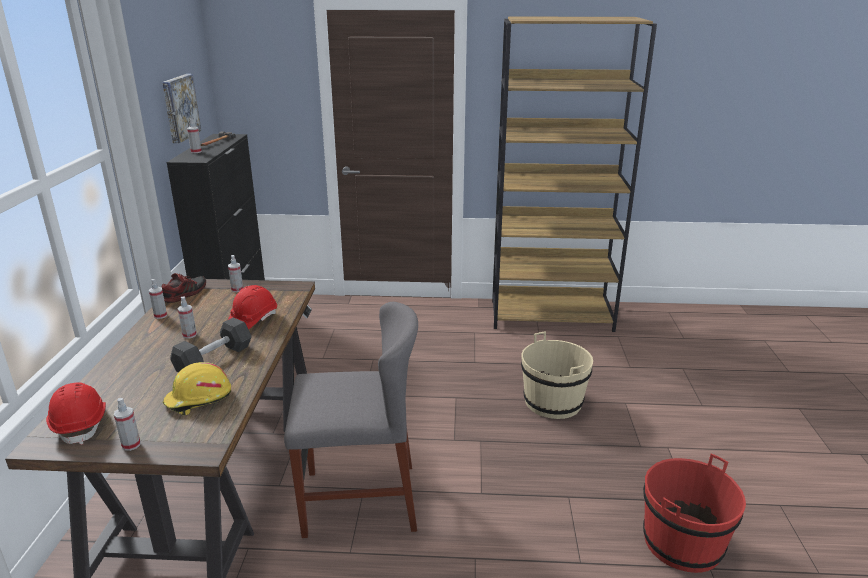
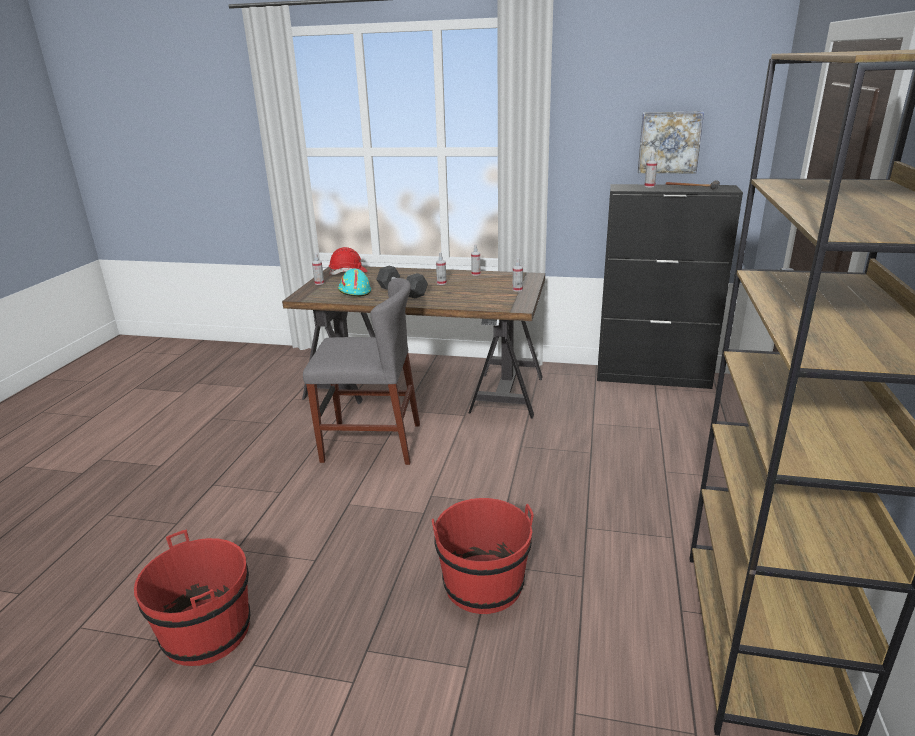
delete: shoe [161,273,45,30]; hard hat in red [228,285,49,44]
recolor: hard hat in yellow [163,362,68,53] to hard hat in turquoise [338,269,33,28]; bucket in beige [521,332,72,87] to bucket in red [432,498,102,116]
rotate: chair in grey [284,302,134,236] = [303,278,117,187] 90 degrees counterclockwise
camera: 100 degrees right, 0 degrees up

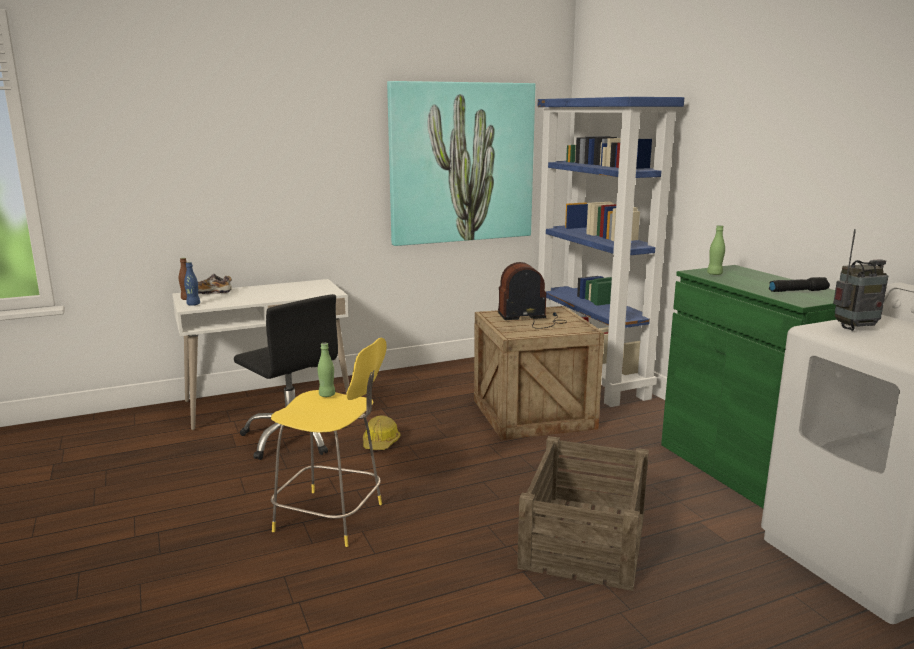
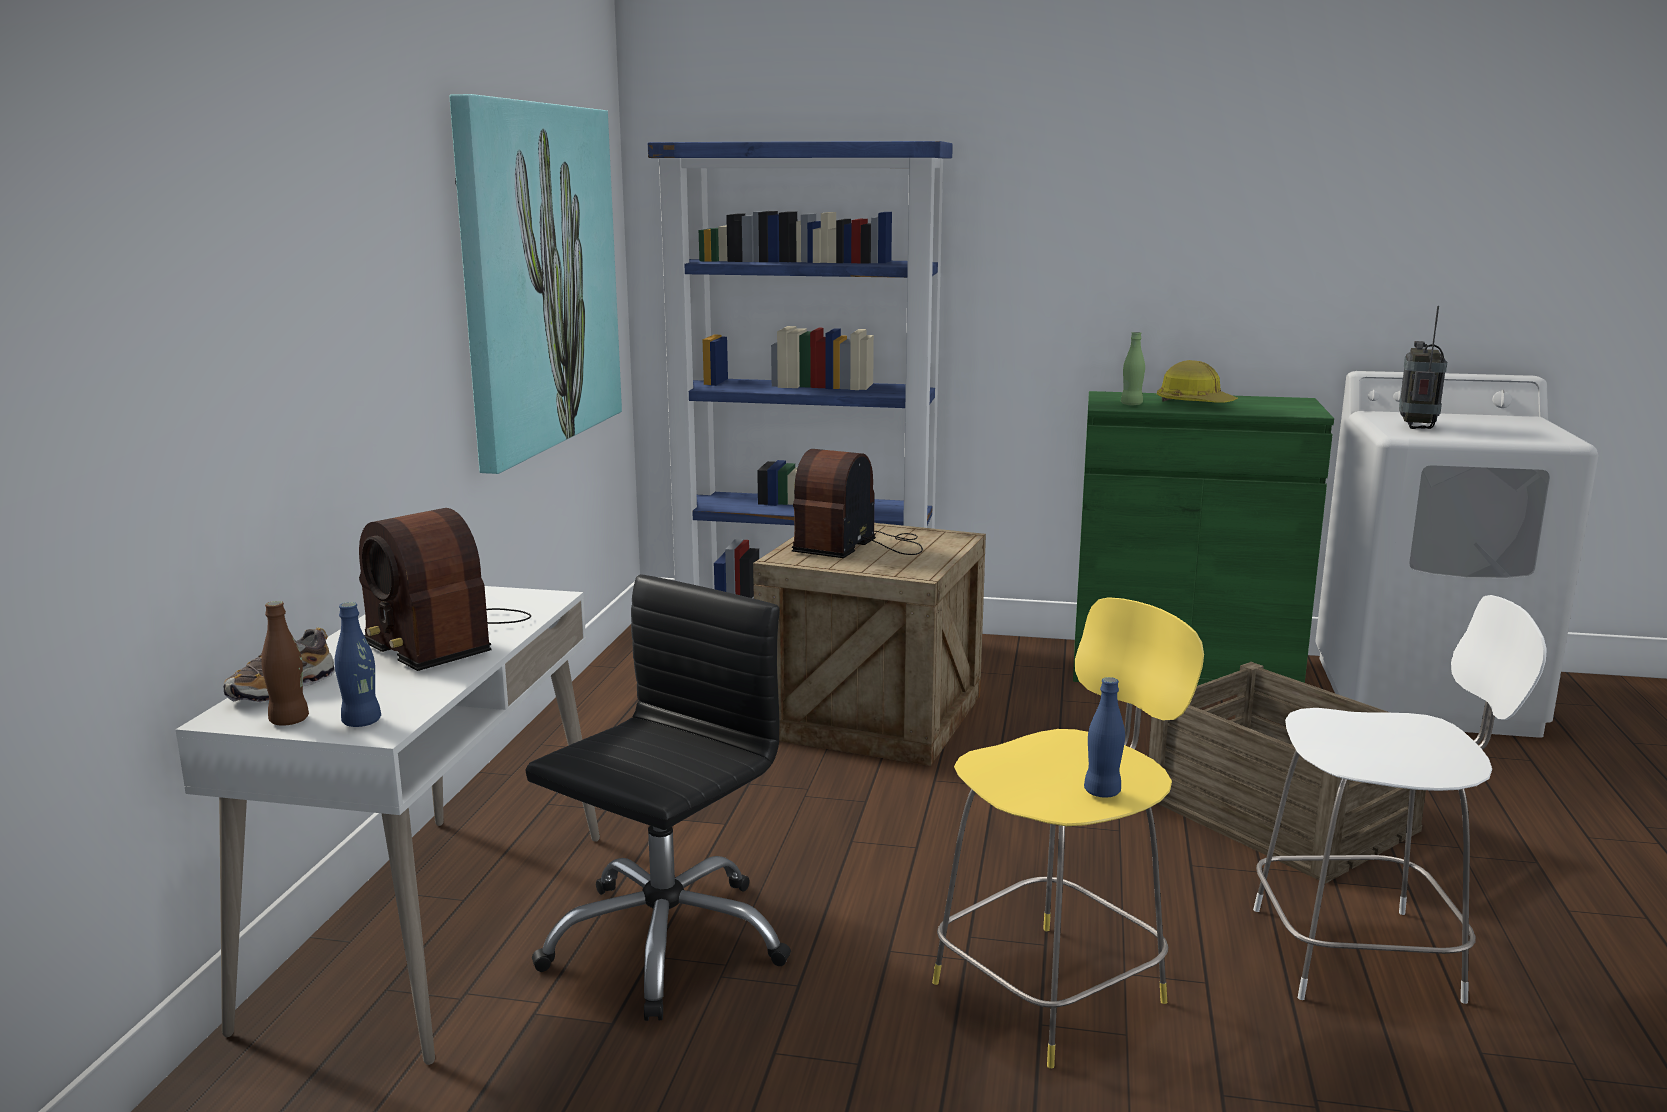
delete: bottle in green [318,343,17,54]; flashlight in black [769,277,61,15]
insert: radio [359,508,172,163]; bottle in blue [1084,677,41,121]; stool in white [1253,595,294,409]
move: hard hat [363,416,37,34] to [1157,360,81,43]
rotate: office chair in black [234,294,109,166] = [526,574,265,447] 45 degrees counterclockwise
camera: 55 degrees left, 0 degrees up

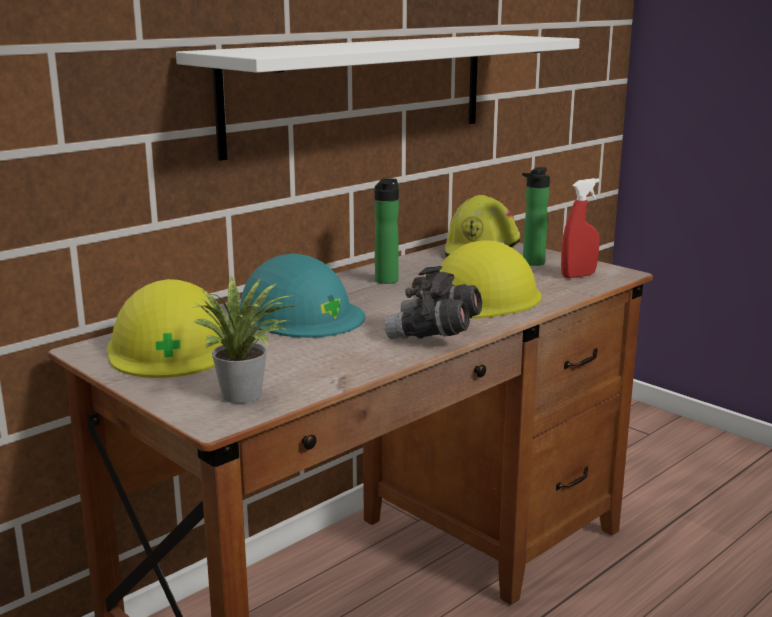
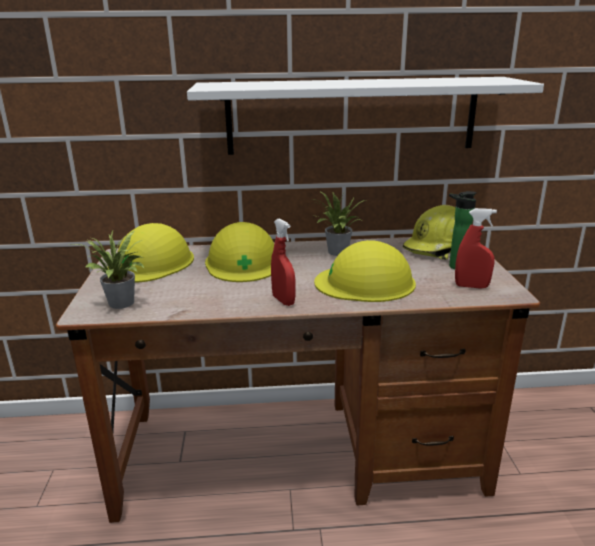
replace: bottle [375,178,24,106] to potted plant [309,191,56,65]; binoculars in grey [384,266,98,73] to spray bottle in red [271,218,24,88]
recolor: hard hat in turquoise [240,254,125,84] to hard hat in yellow [205,222,69,60]
camera: 40 degrees right, 5 degrees up

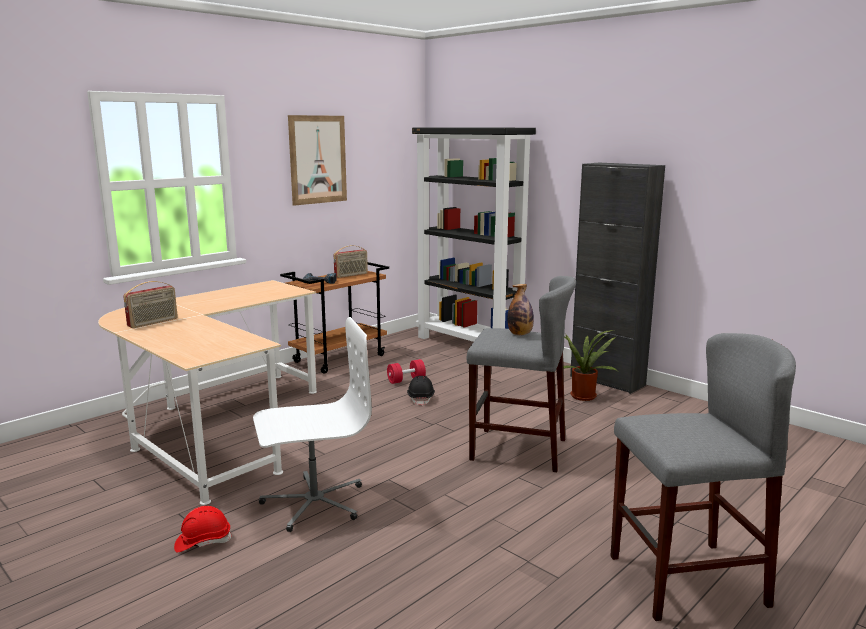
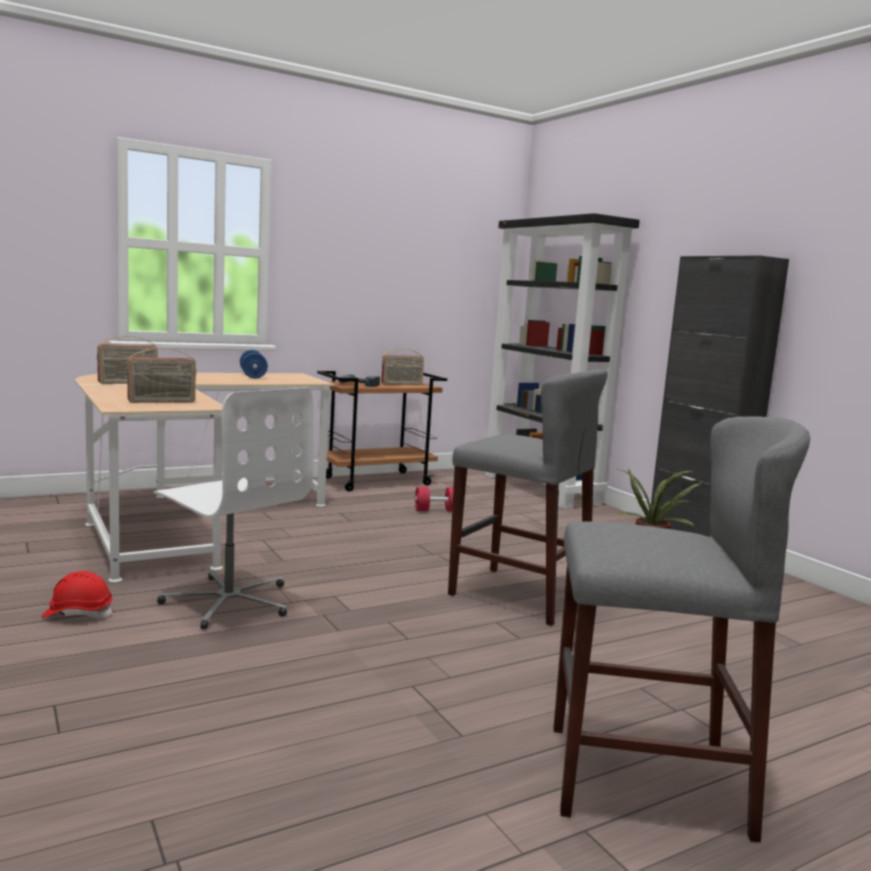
delete: picture [288,115,59,91]; hard hat in black [407,376,28,30]; bottle [508,284,26,51]
insert: radio [126,347,70,56]; dumbbell in blue [240,350,28,28]
rotate: office chair in white [253,317,119,215] = [154,388,160,241] 45 degrees clockwise
camera: 15 degrees right, 5 degrees down

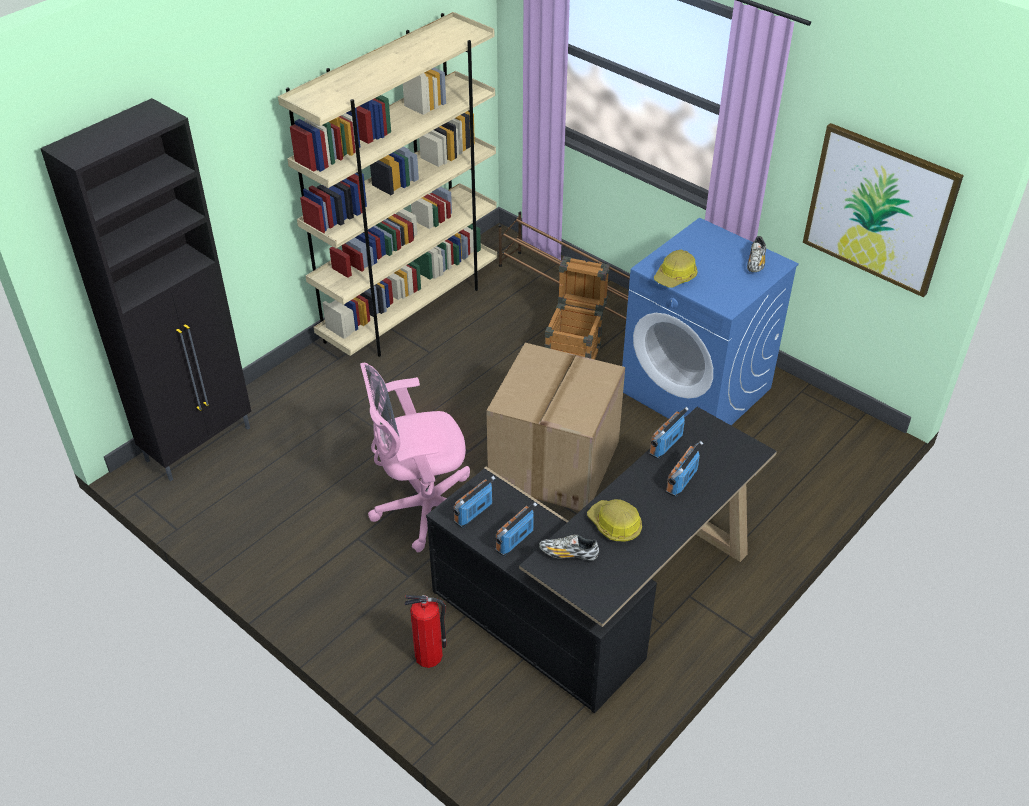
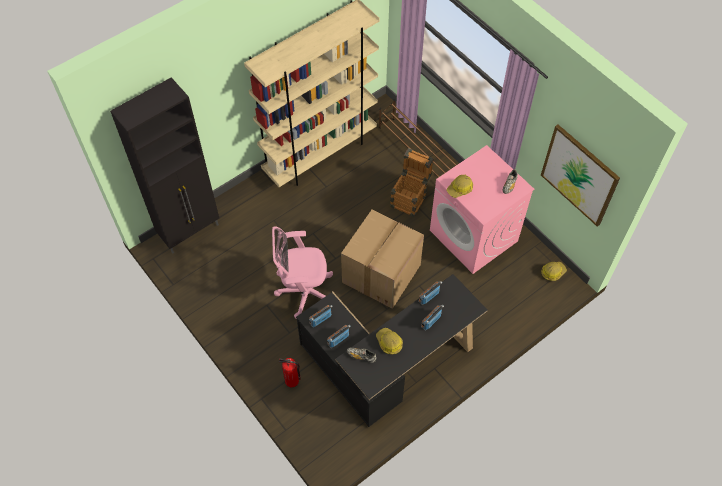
insert: hard hat [541,262,26,19]
recolor: washing machine in blue [622,217,177,208] to washing machine in pink [430,145,105,129]
camera: 10 degrees right, 15 degrees up

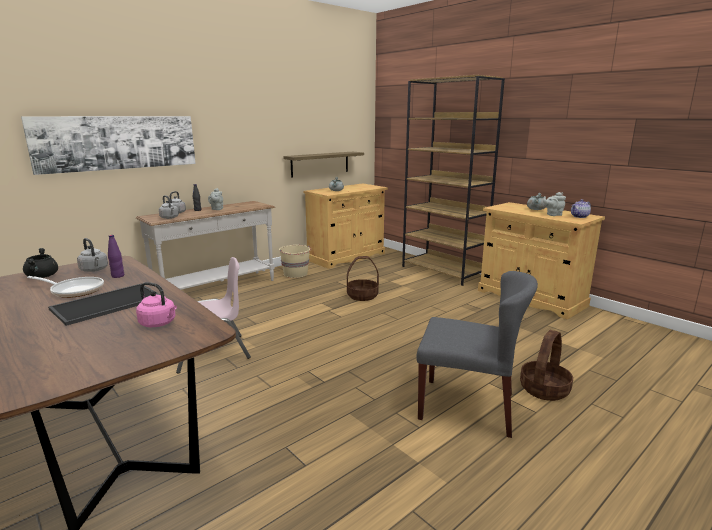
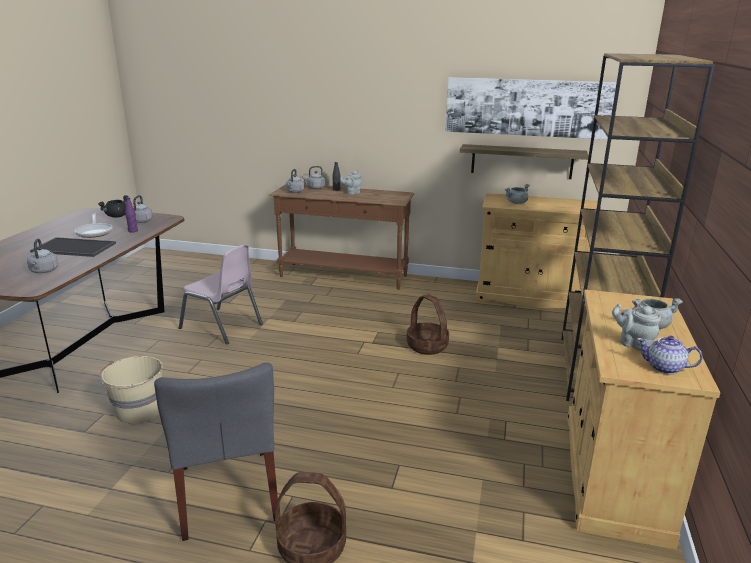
move: picture [21,116,175,59] to [445,77,172,63]; bucket in beige [279,245,32,33] to [99,356,64,68]
recolor: console table in white [136,201,139,89] to console table in brown [269,184,145,106]; kettle in pink [136,282,41,45] to kettle in grey [27,239,31,34]
camera: 55 degrees right, 5 degrees up

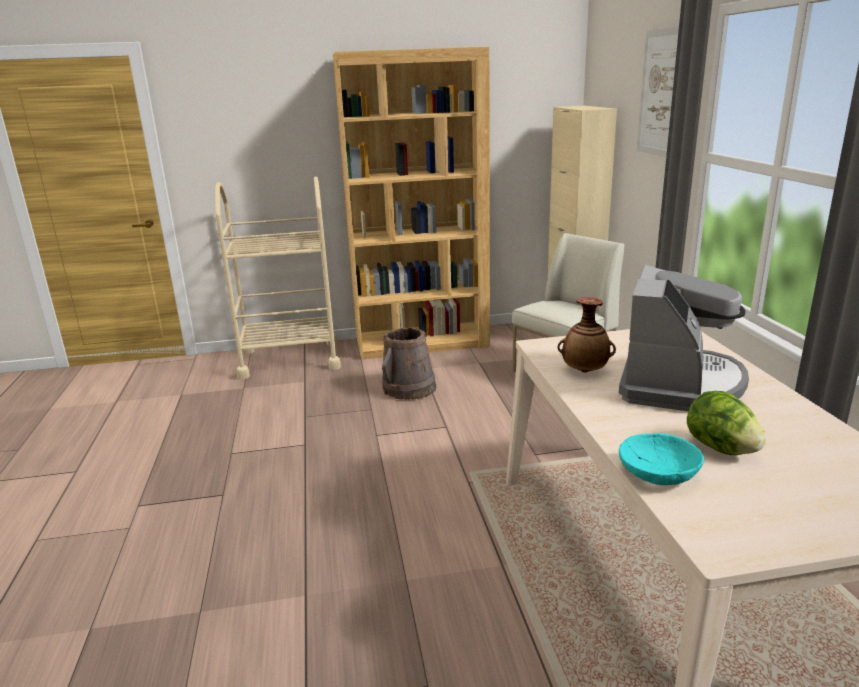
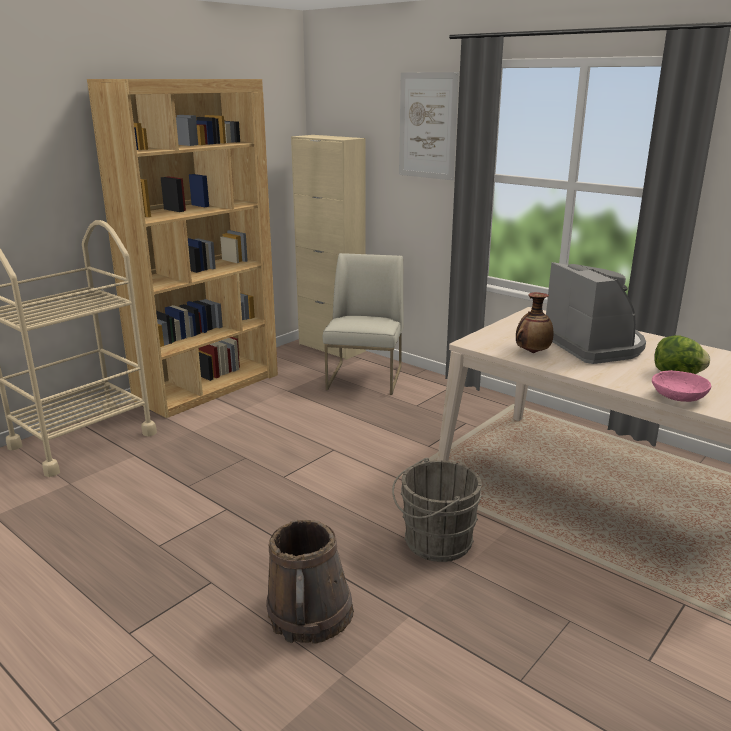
insert: bucket in grey [392,457,90,105]
move: bucket in brown [382,327,54,73] to [266,520,88,124]
recolor: bowl in turquoise [619,433,85,52] to bowl in pink [652,370,59,32]
camera: 40 degrees left, 0 degrees up

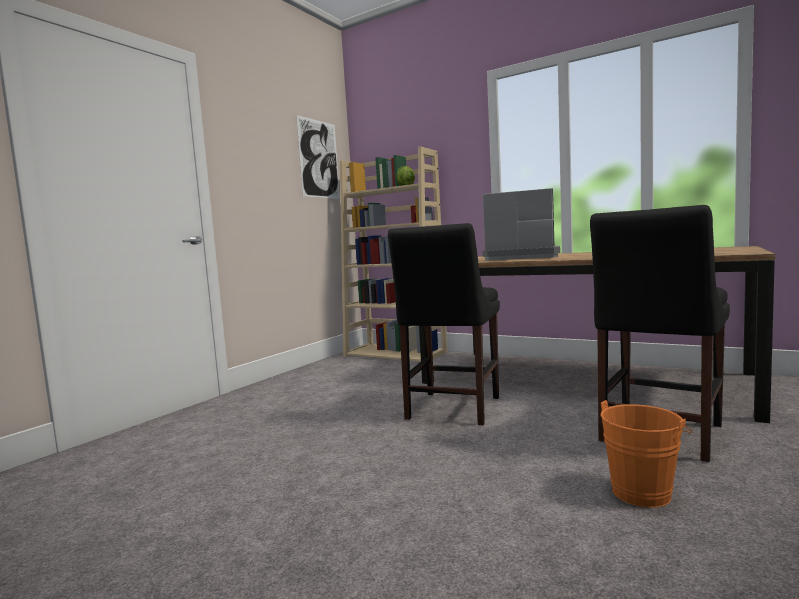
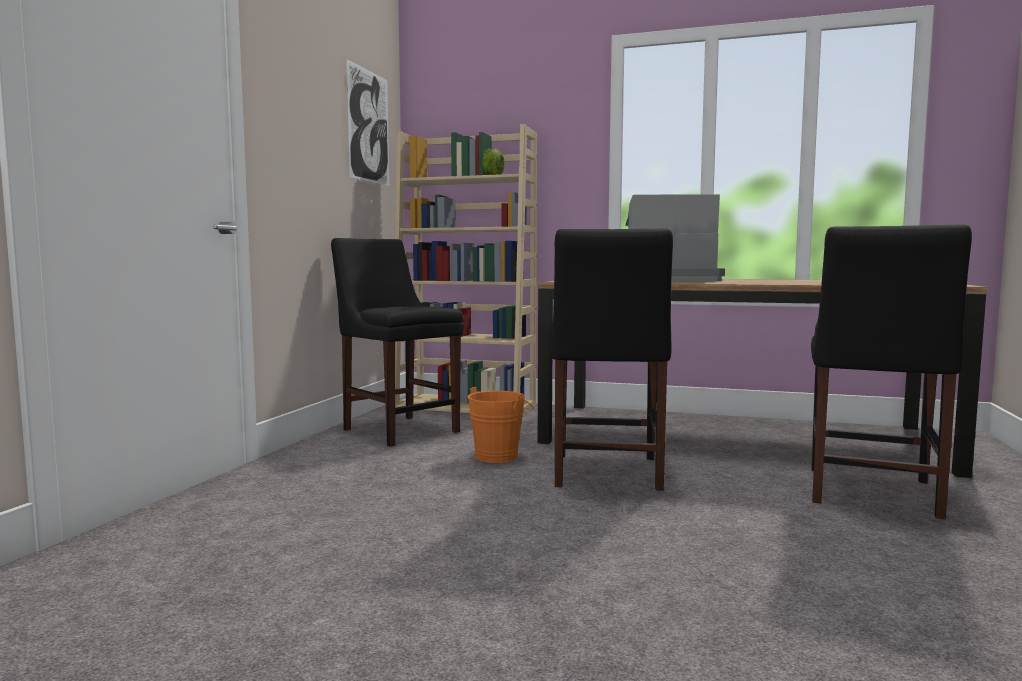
insert: chair in black [331,238,133,209]
move: bucket in orange [600,400,93,108] to [467,387,67,76]
camera: 15 degrees left, 0 degrees up

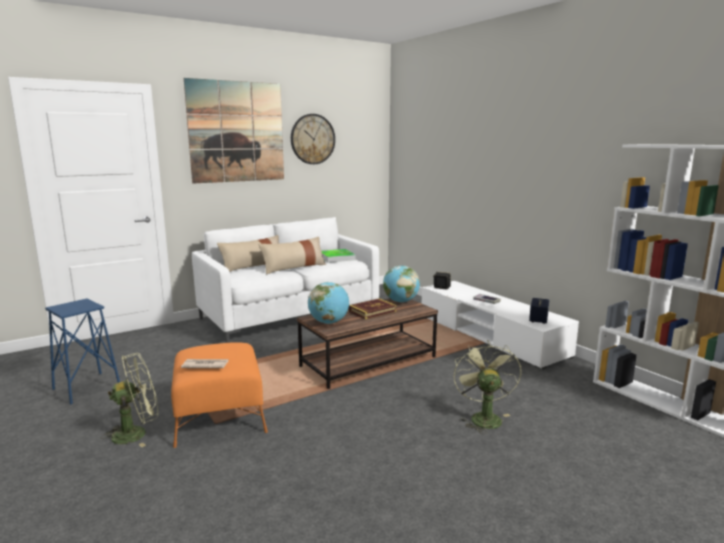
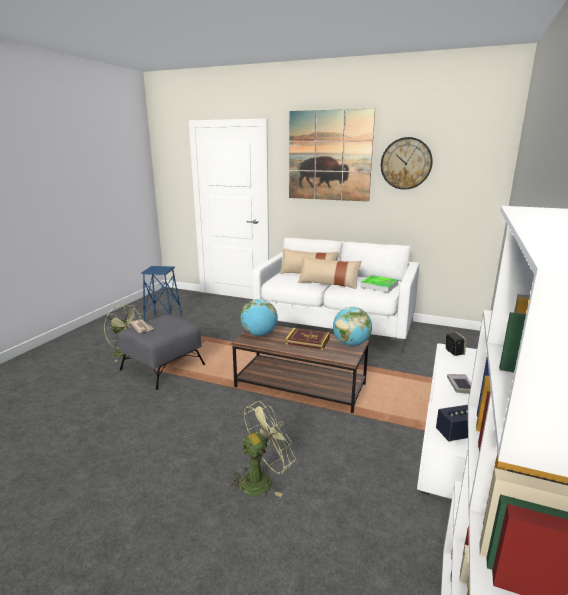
recolor: ottoman in orange [171,342,97,106] to ottoman in grey [118,315,87,75]
camera: 55 degrees right, 5 degrees up

